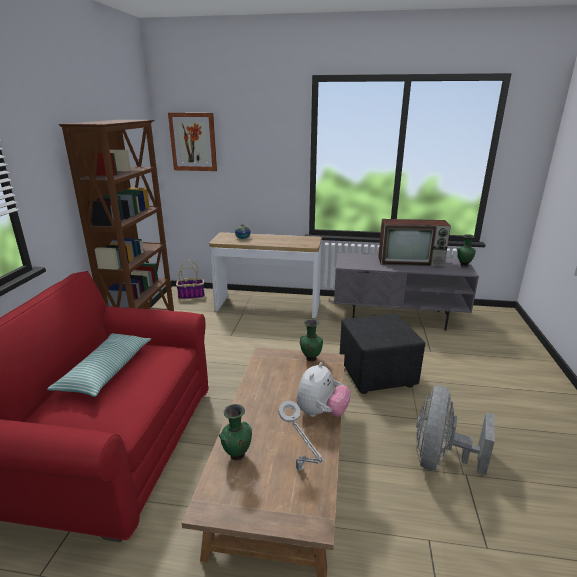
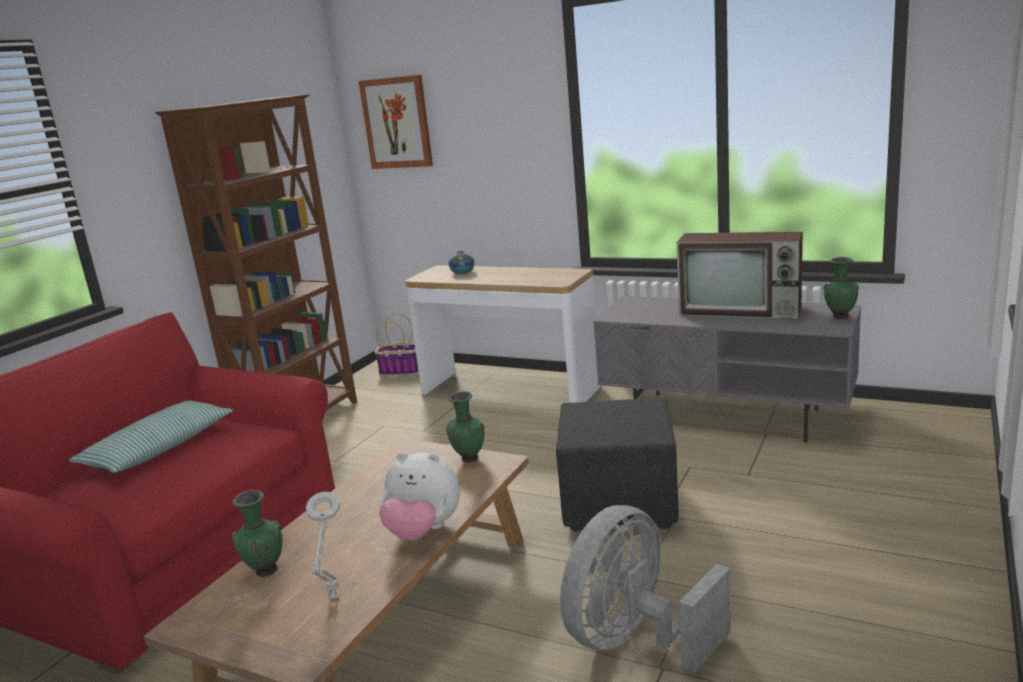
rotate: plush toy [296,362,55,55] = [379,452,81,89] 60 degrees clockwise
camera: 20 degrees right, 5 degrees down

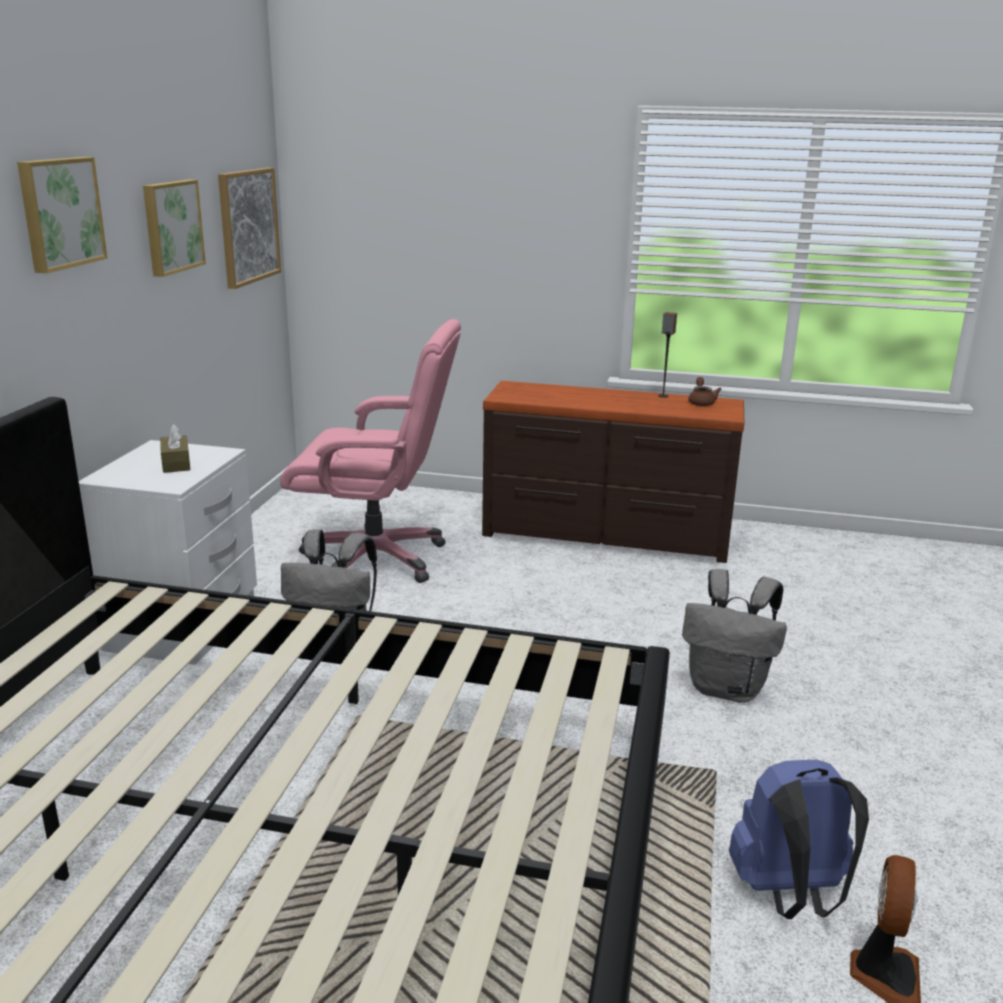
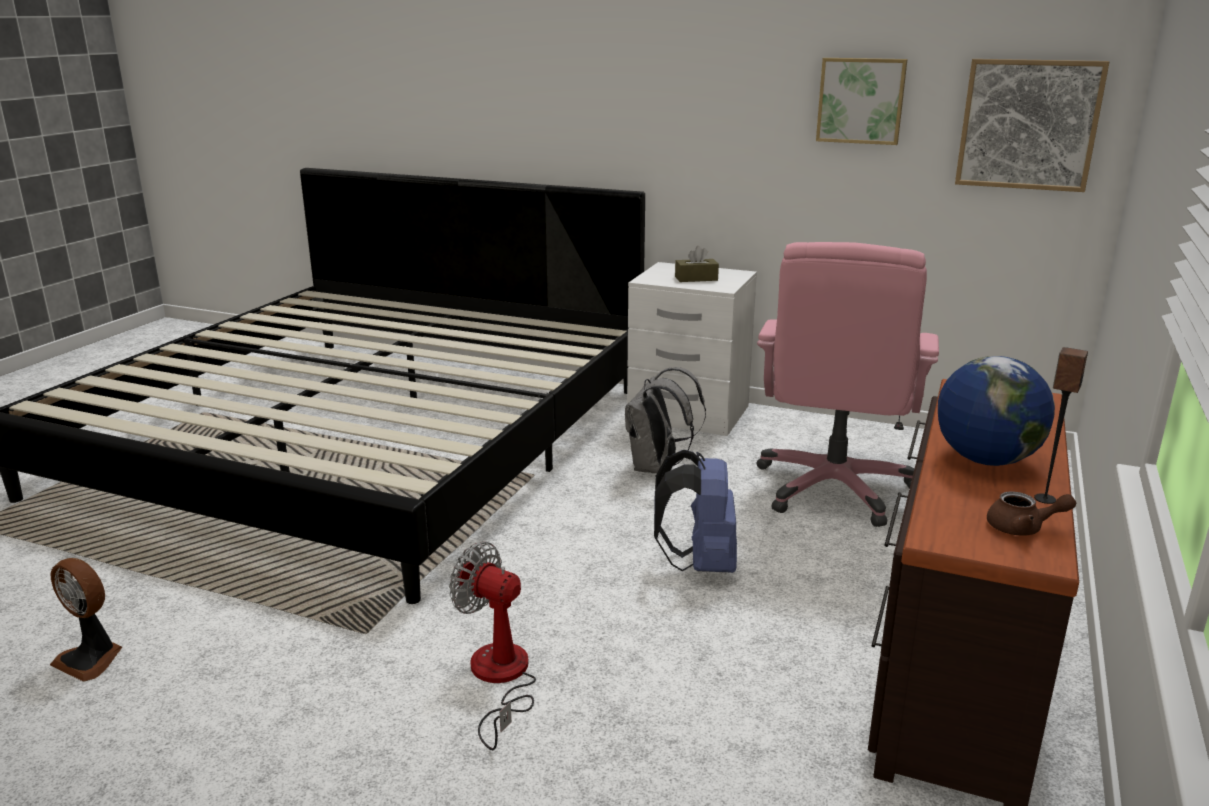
delete: picture [17,157,91,116]
insert: globe [938,356,117,110]
move: backpack in blue [729,759,140,160] to [654,450,83,123]
replace: backpack in grey [682,569,105,134] to fan [449,542,87,208]
camera: 100 degrees right, 0 degrees up

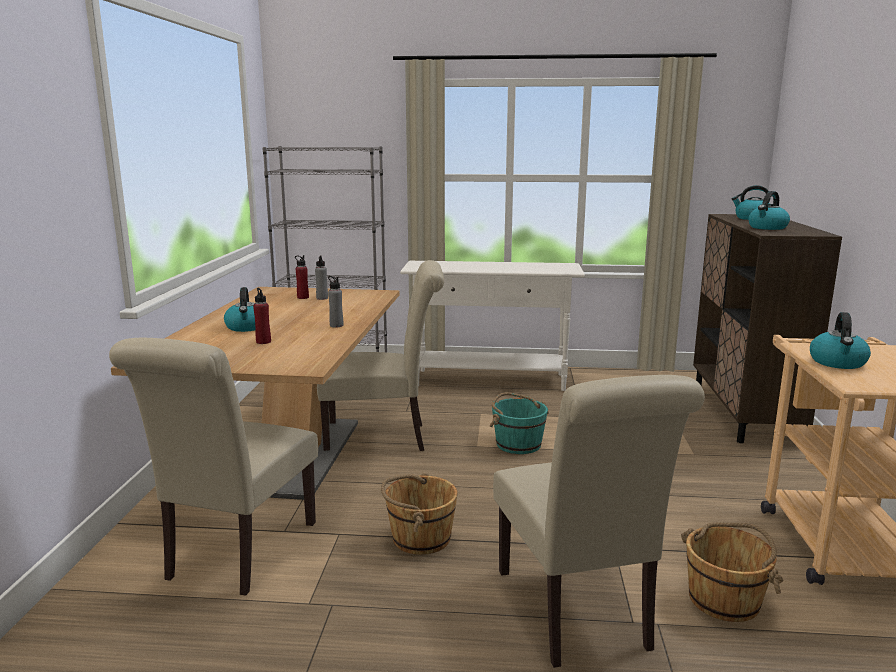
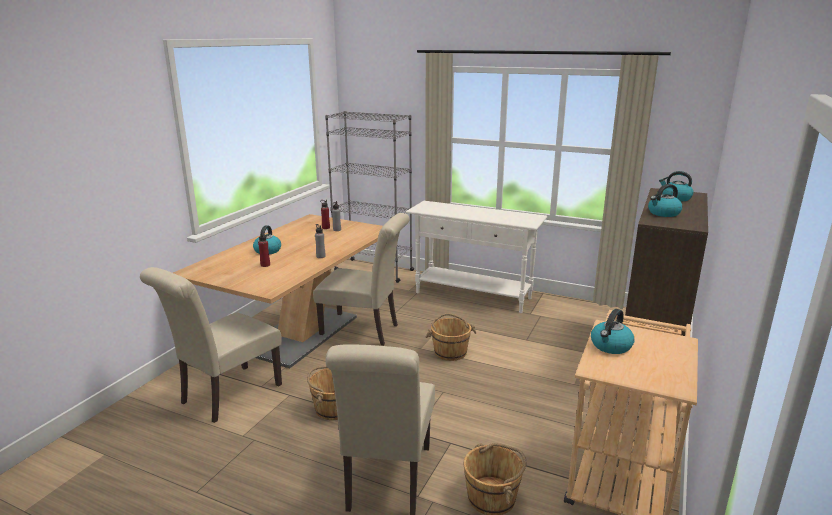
recolor: bucket in turquoise [489,392,60,62] to bucket in brown [426,313,50,48]
camera: 20 degrees right, 5 degrees up

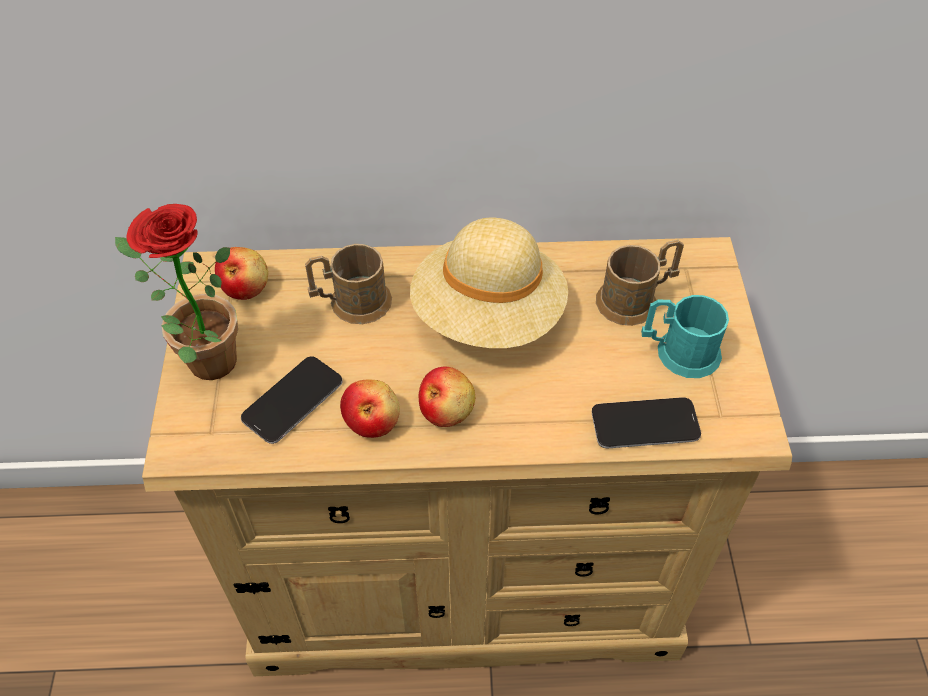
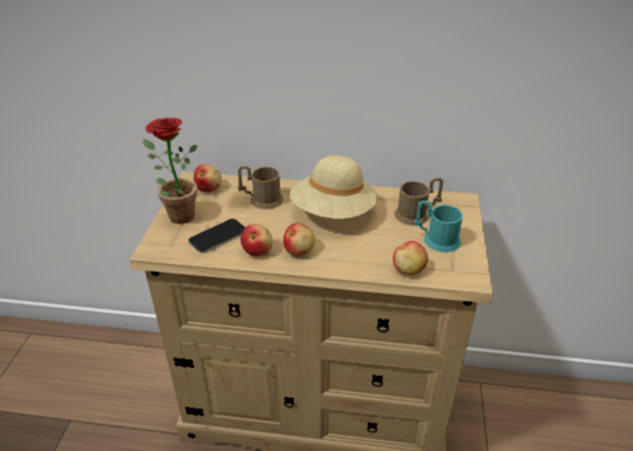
replace: phone [592,397,109,51] to apple [393,241,35,34]
camera: 10 degrees right, 15 degrees down

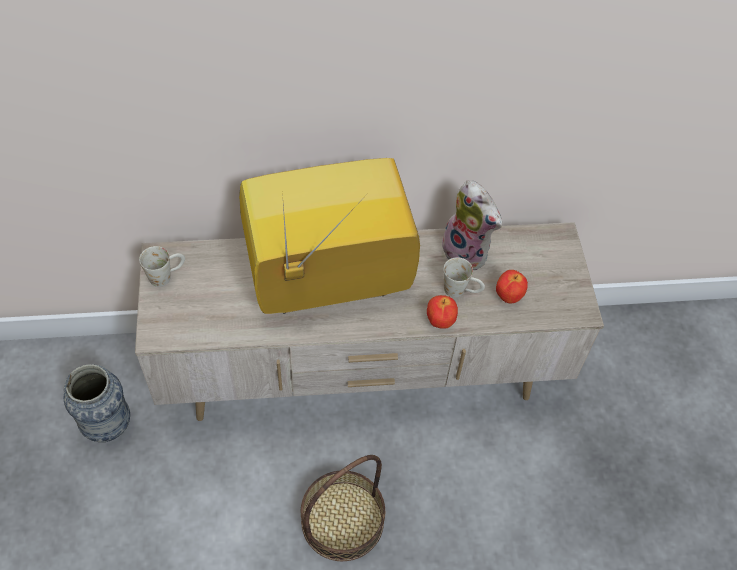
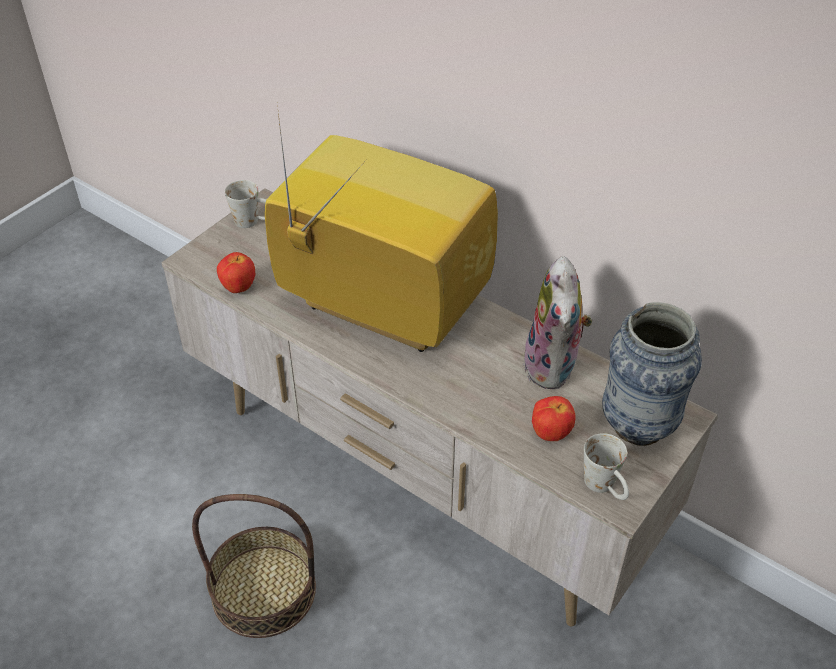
move: vase [64,364,66,78] to [602,302,100,144]; apple [427,295,31,34] to [217,252,38,41]; mug in white [443,258,42,40] to [584,433,45,67]
camera: 45 degrees right, 10 degrees down

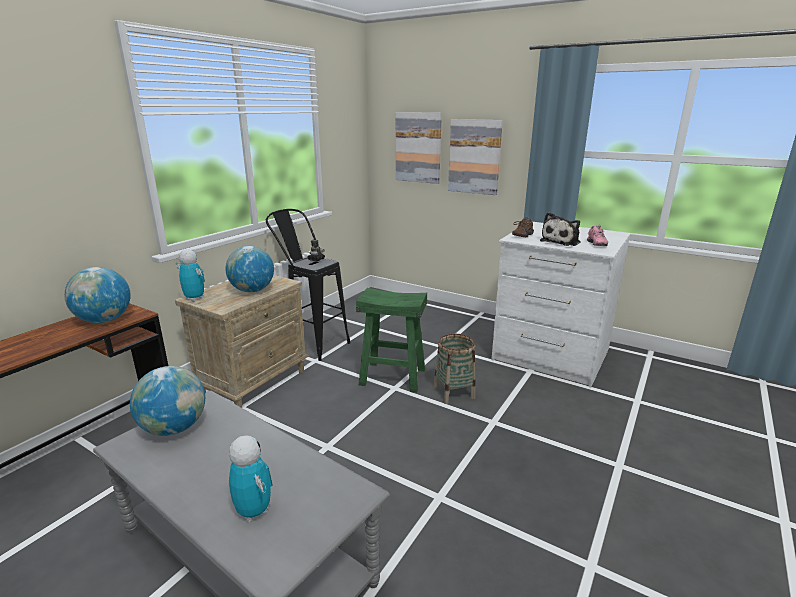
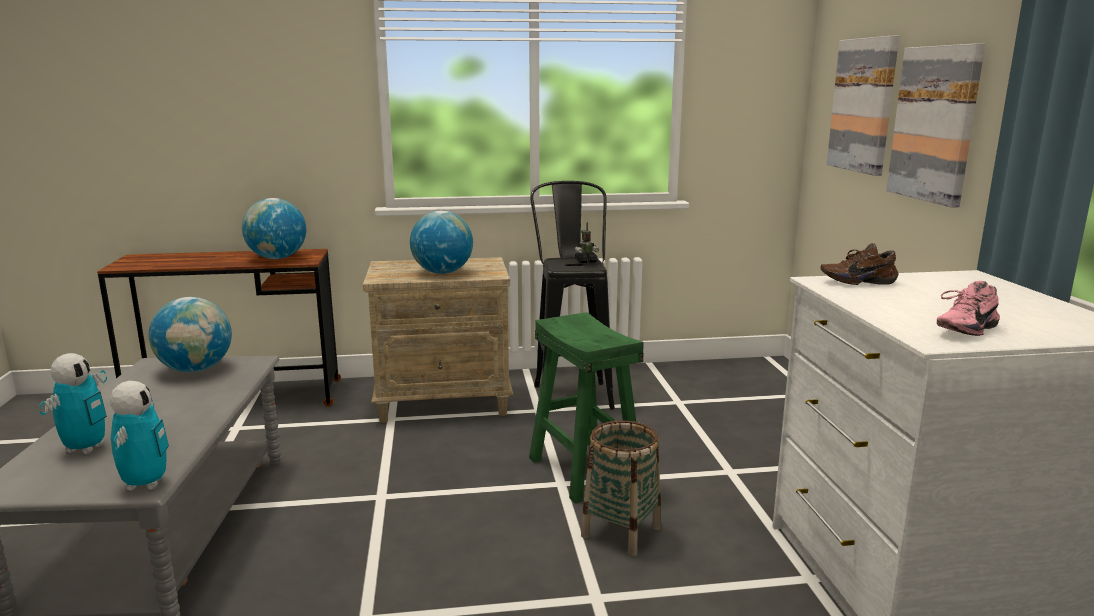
delete: plush toy [540,212,41,34]
move: toy robot [176,249,29,52] to [110,381,59,110]
camera: 50 degrees right, 5 degrees down

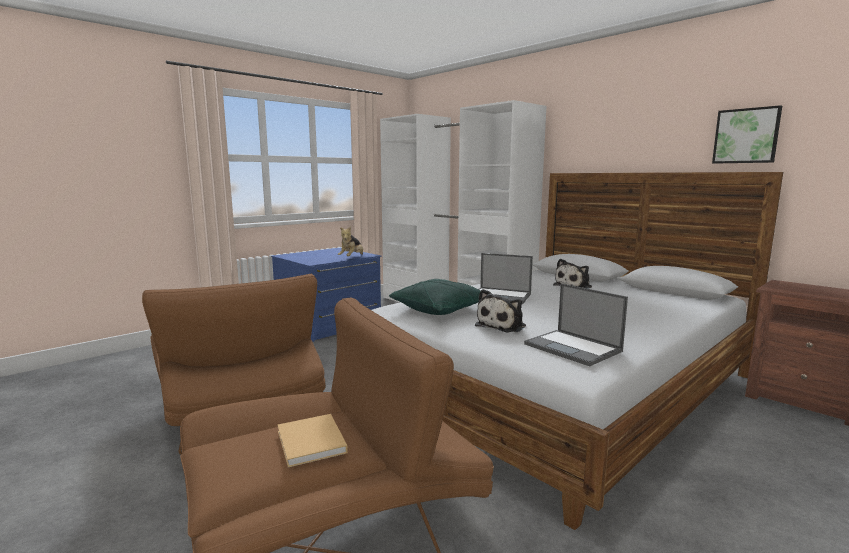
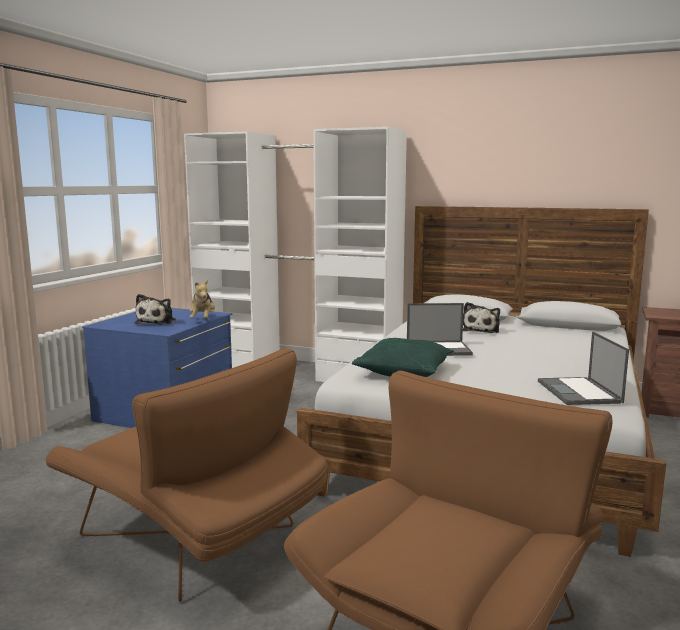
delete: book in beige [277,414,71,53]; picture [712,105,70,59]
move: plush toy [475,289,51,43] to [135,294,41,31]
rotate: laptop [524,283,104,83] = [538,331,91,74] 60 degrees clockwise
camera: 25 degrees left, 0 degrees up

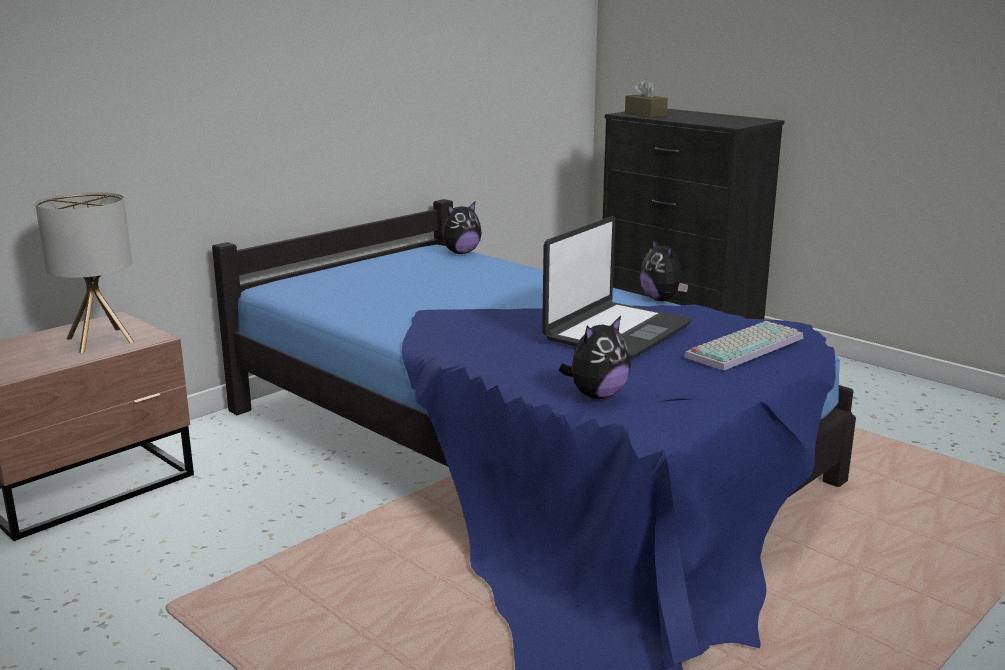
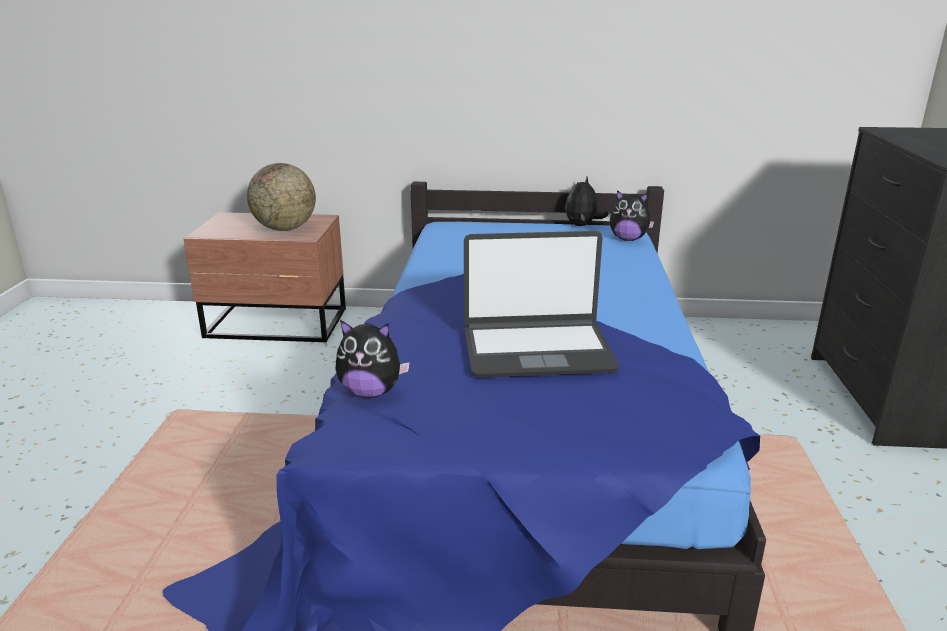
delete: tissue box in brown [625,79,43,38]; keyboard [684,321,119,50]
move: plush toy [640,238,48,63] to [565,177,43,49]
replace: table lamp [35,192,99,161] to globe [247,163,69,68]
camera: 50 degrees right, 5 degrees up

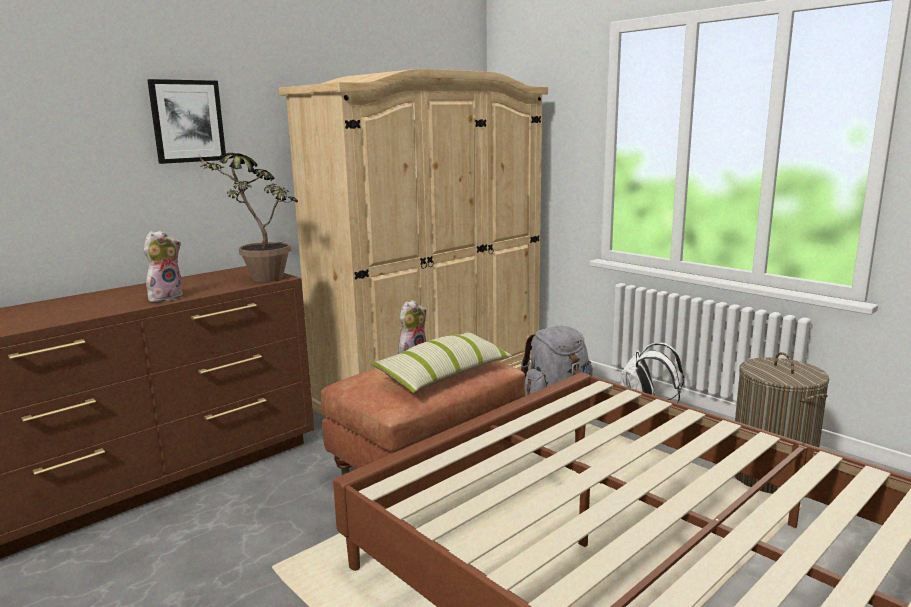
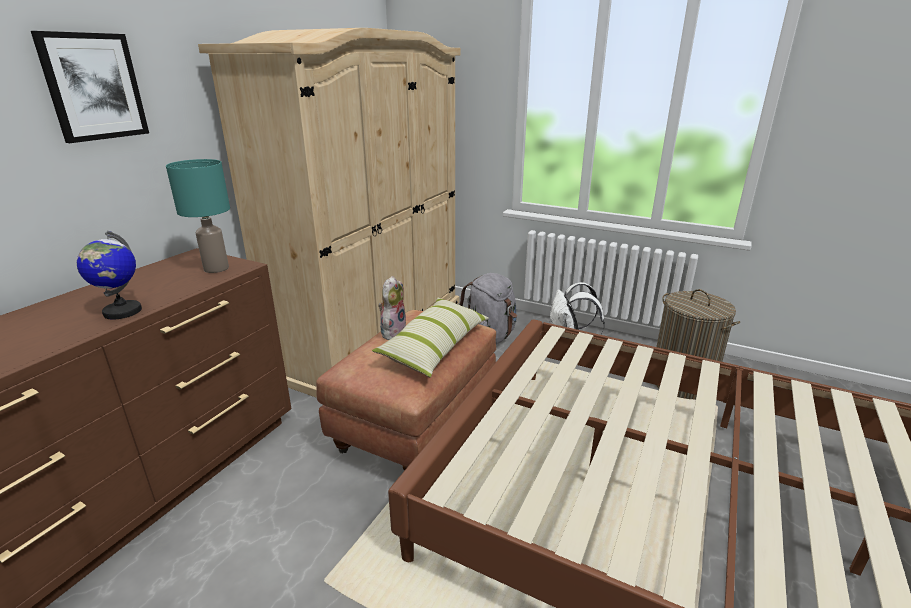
replace: plush toy [144,230,39,72] to globe [77,231,65,89]; potted plant [199,153,99,129] to table lamp in turquoise [166,159,64,114]
camera: 20 degrees left, 10 degrees up

